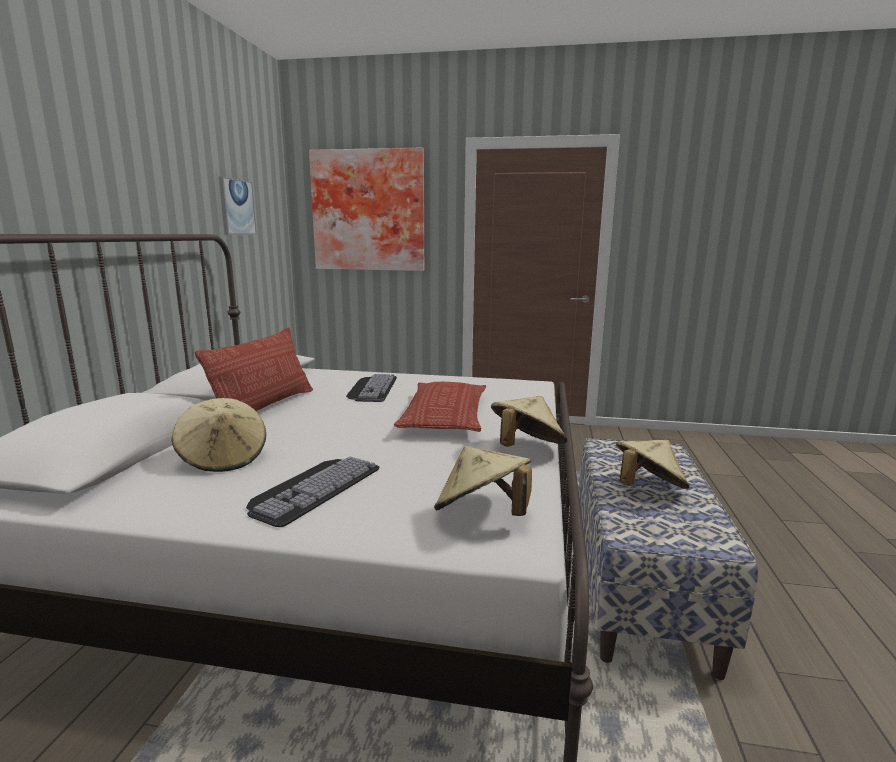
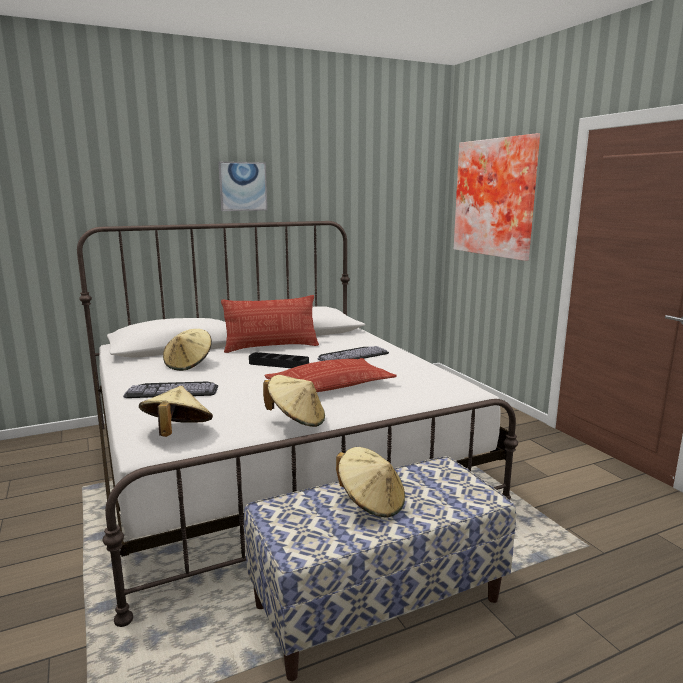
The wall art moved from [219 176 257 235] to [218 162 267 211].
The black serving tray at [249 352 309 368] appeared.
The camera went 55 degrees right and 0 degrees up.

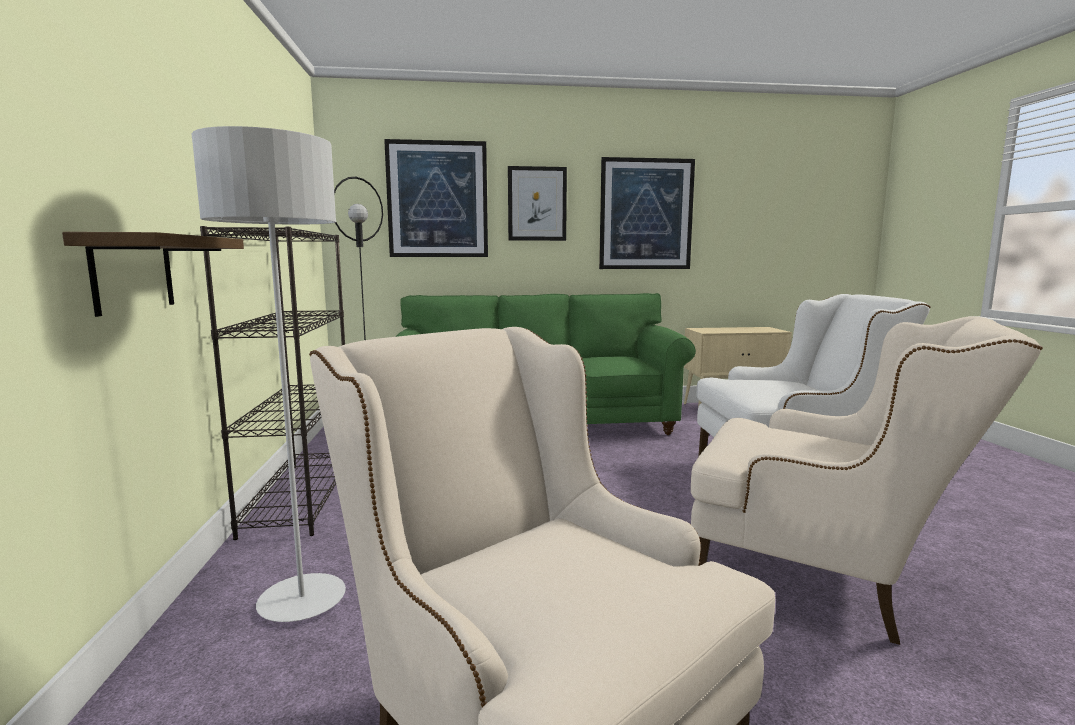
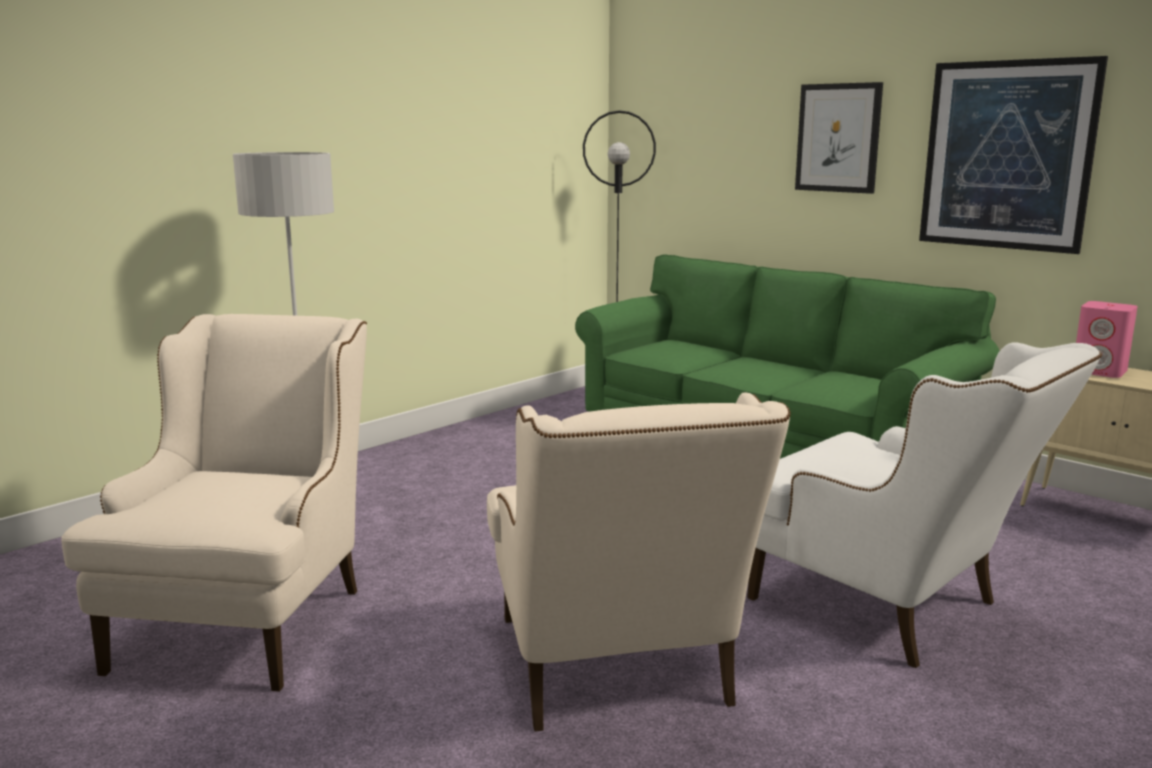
The wall art at [384 139 488 257] disappeared.
The black bookshelf at [200 226 345 540] disappeared.
The wall shelf at [62 232 244 317] disappeared.
The pink loudspeaker at [1076 301 1138 378] appeared.
The camera went 50 degrees right and 5 degrees up.

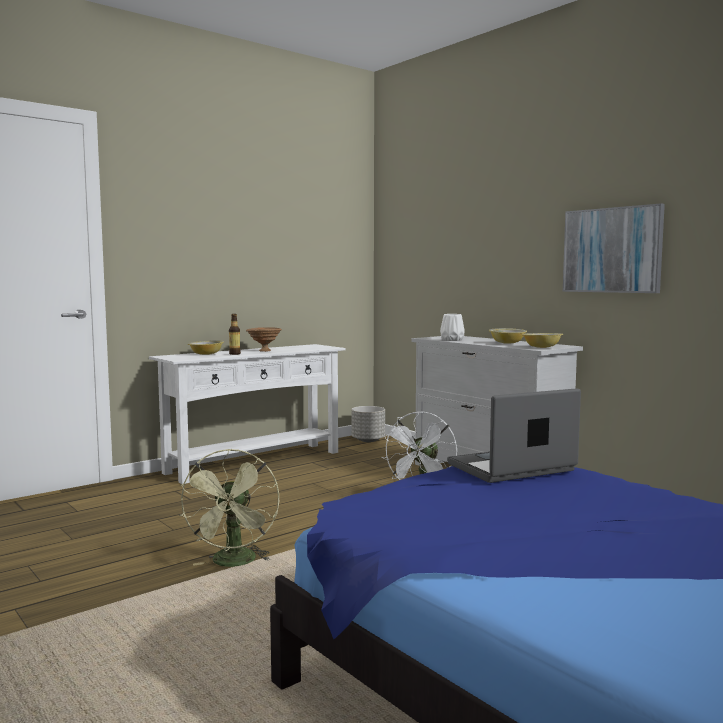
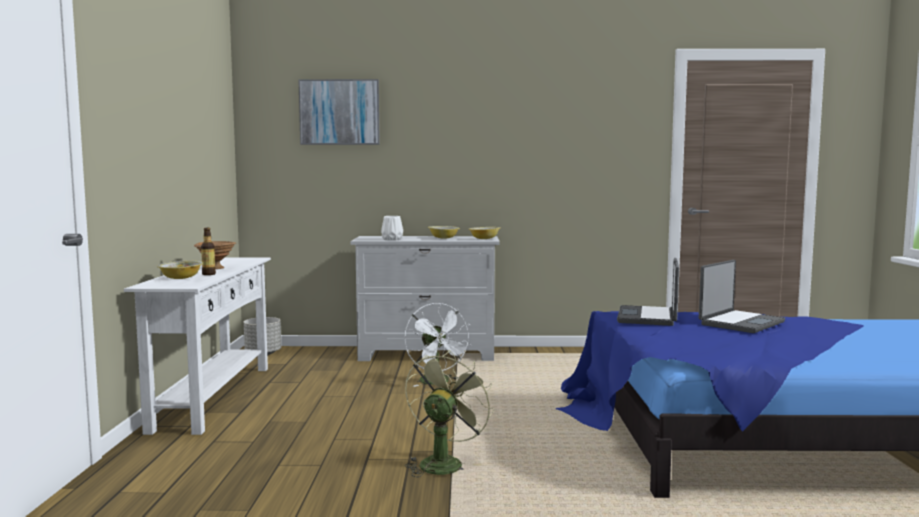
The wall art moved from [563 203 665 293] to [298 79 380 145].
The green electric fan at [179 449 279 567] turned 105 degrees counterclockwise.
The portable computer at [699 260 785 333] appeared.
The camera went 50 degrees left and 0 degrees up.

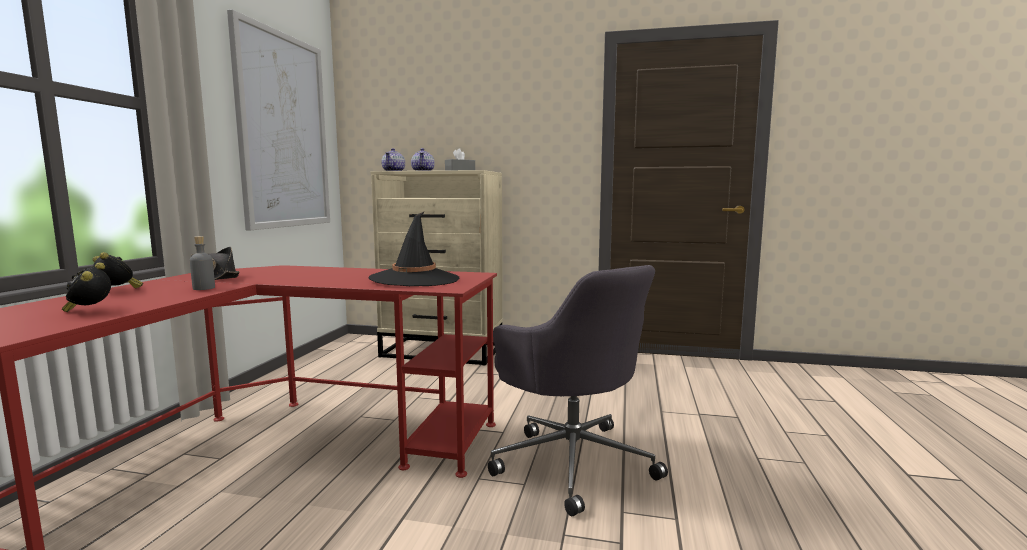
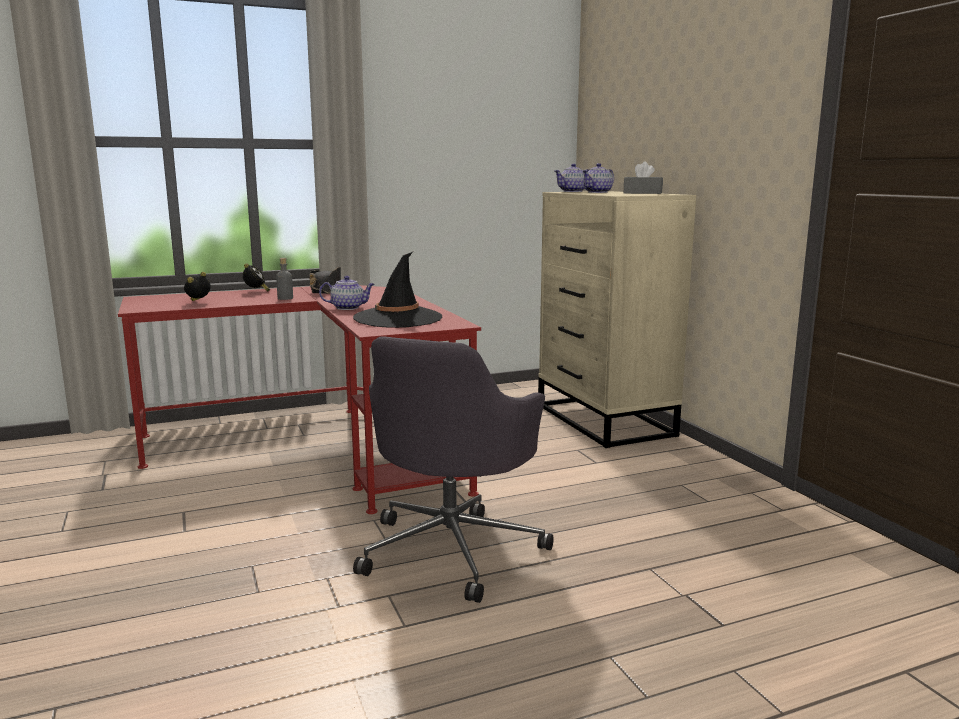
The wall art at [227 9 330 230] disappeared.
The tea pot at [319 276 374 310] appeared.
The camera went 55 degrees right and 5 degrees up.

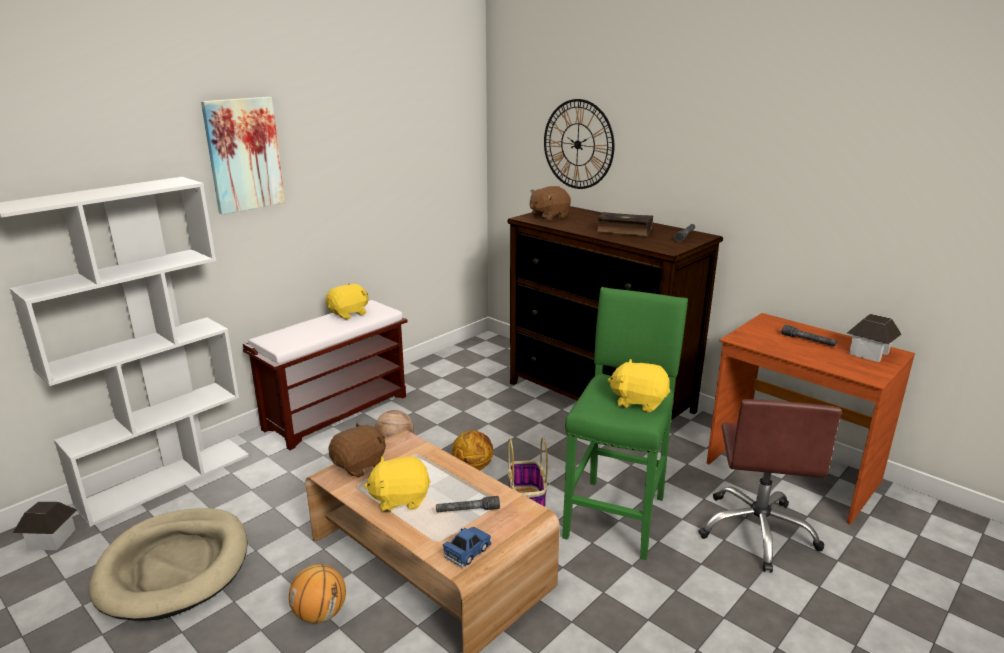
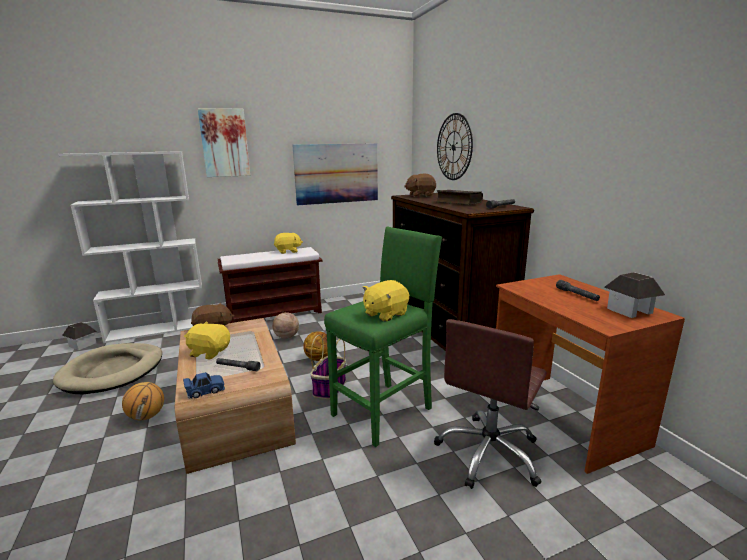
The yellowish soft toy at [608 359 670 412] turned 90 degrees counterclockwise.
The wall art at [292 143 378 206] appeared.
The camera went 25 degrees right and 5 degrees down.

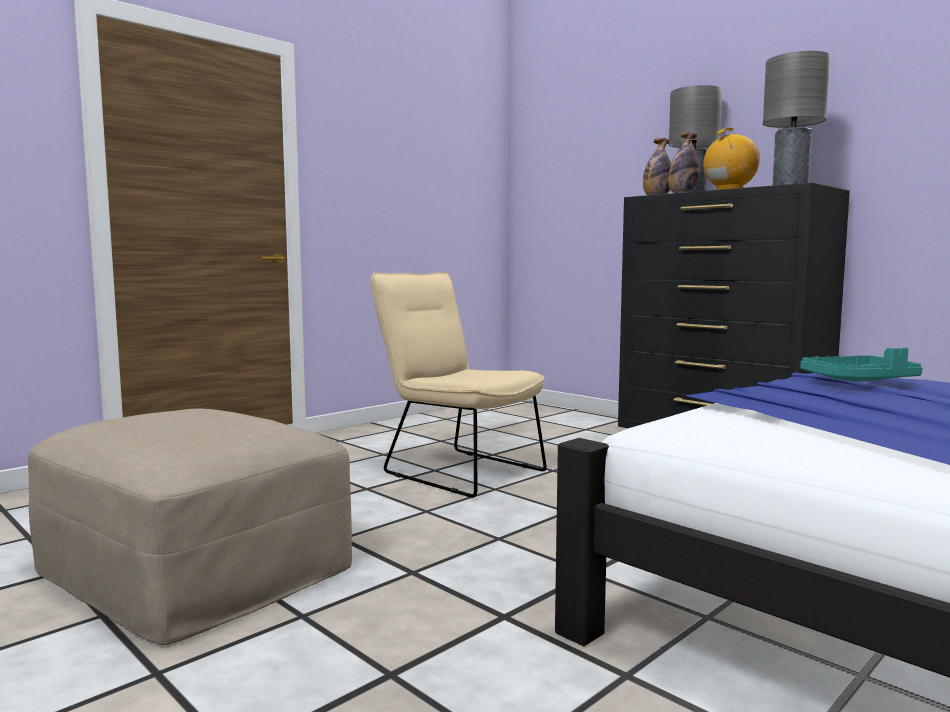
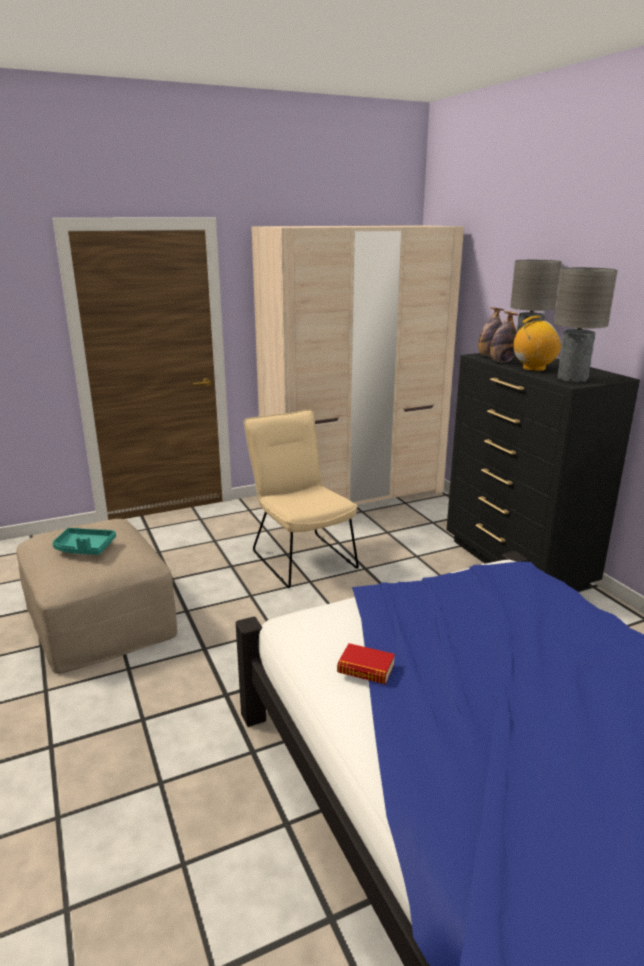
The turquoise-coloured serving tray moved from [800 348 923 381] to [52 528 116 555].
The sand-coloured clothes cupboard at [252 225 464 505] appeared.
The book at [337 643 395 685] appeared.
The camera went 20 degrees right and 15 degrees up.

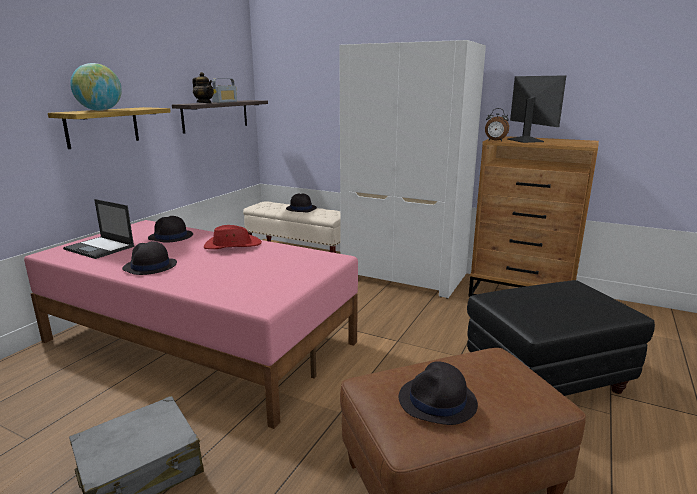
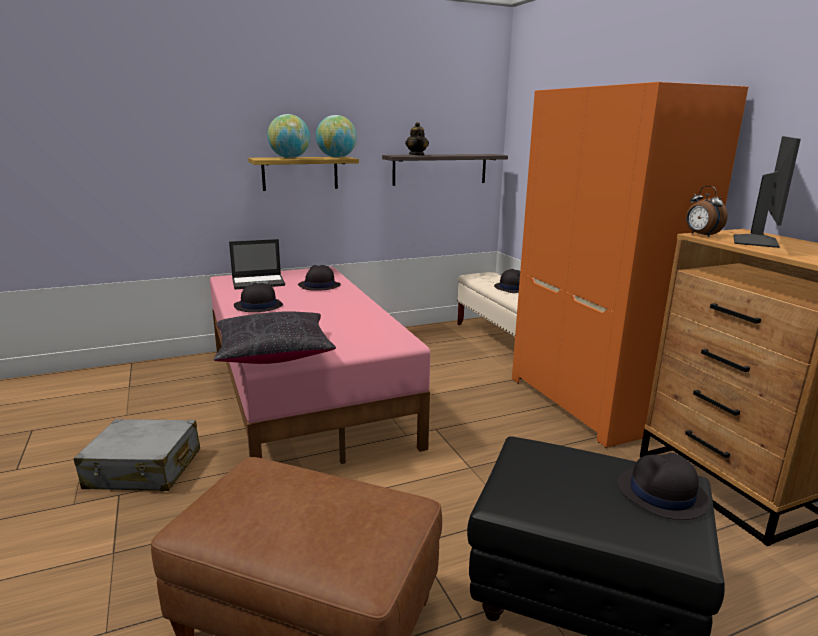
The white clothes cupboard at [339 40 486 299] became the orange clothes cupboard at [512 82 748 448].
The radio receiver at [212 78 237 103] disappeared.
The portable computer at [63 199 134 259] turned 90 degrees counterclockwise.
The reddish wearable hat at [204 225 262 249] disappeared.
The black wearable hat moved from [399 361 478 425] to [618 453 710 520].
The globe at [316 115 357 158] appeared.
The black throw pillow at [214 311 336 364] appeared.
The camera went 40 degrees right and 0 degrees up.

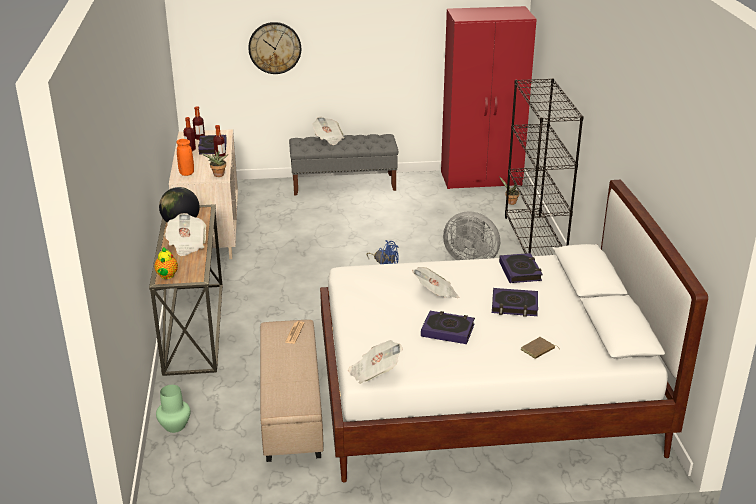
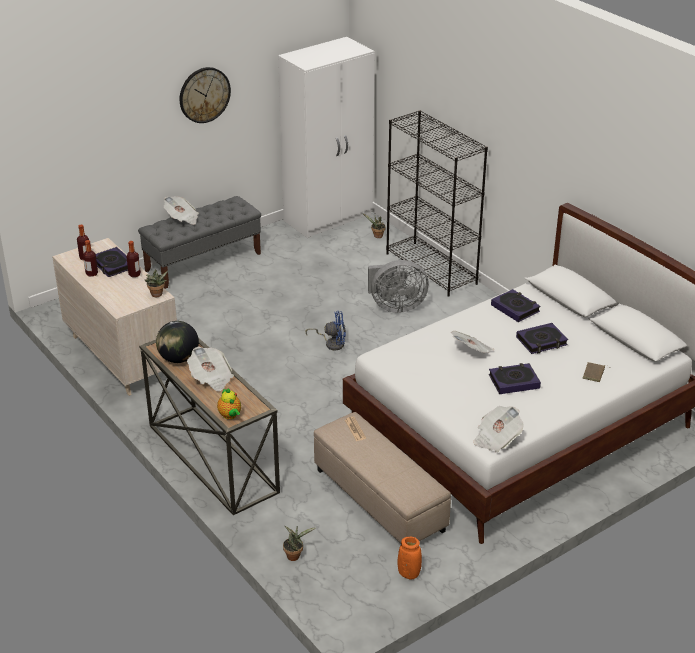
The reddish clothes cupboard at [441 6 537 189] became the white clothes cupboard at [278 37 375 238].
The hanging clock moved from [248 22 301 74] to [180 67 231 123].
The orange flower vase moved from [176 139 194 176] to [397 537 422 579].
The green flower vase at [156 385 191 433] was replaced by the houseplant at [283 526 316 561].
The camera went 30 degrees left and 5 degrees up.

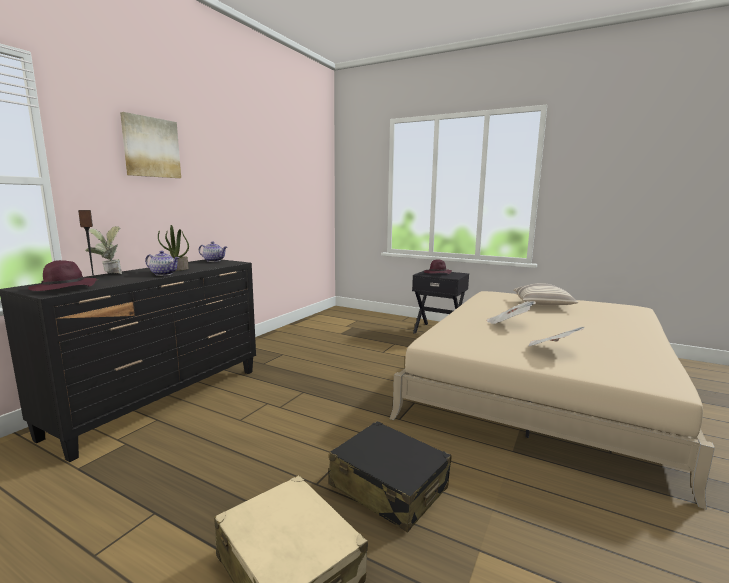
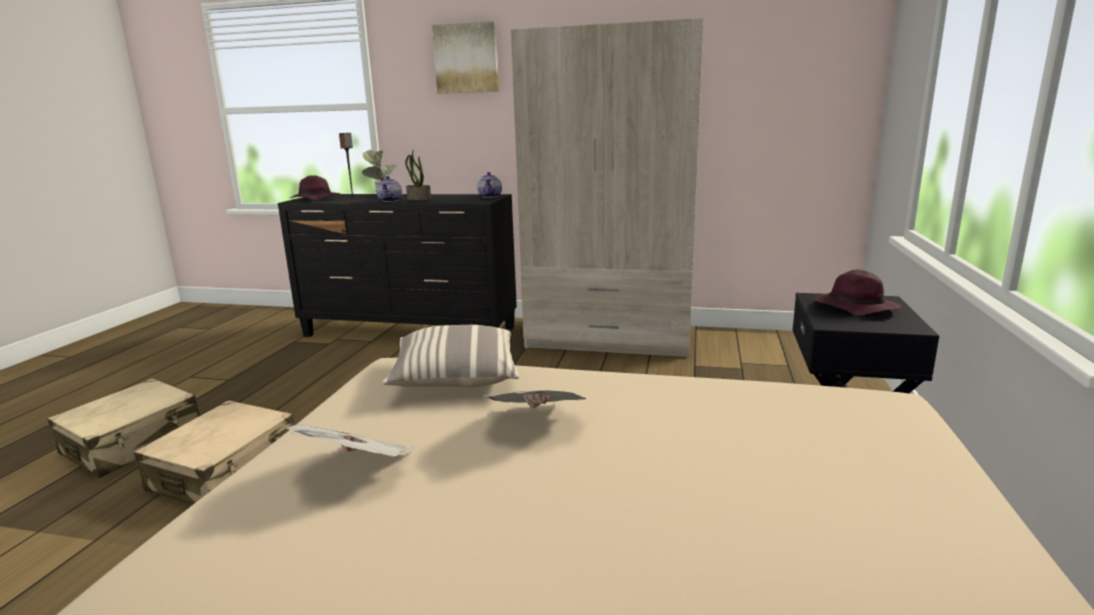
The throw pillow moved from [513 283 579 305] to [382 325 519 387].
The black piece of luggage at [329 421 451 533] became the sand-coloured piece of luggage at [134 400 295 505].
The sand-coloured clothes cupboard at [511 18 703 358] appeared.
The camera went 75 degrees right and 5 degrees up.

